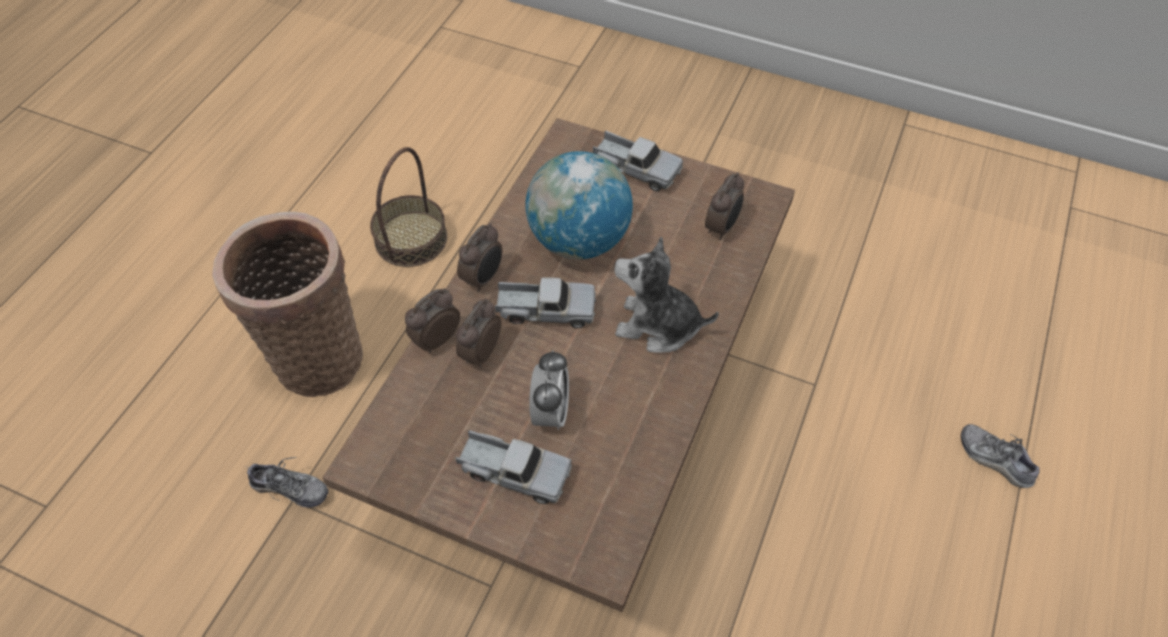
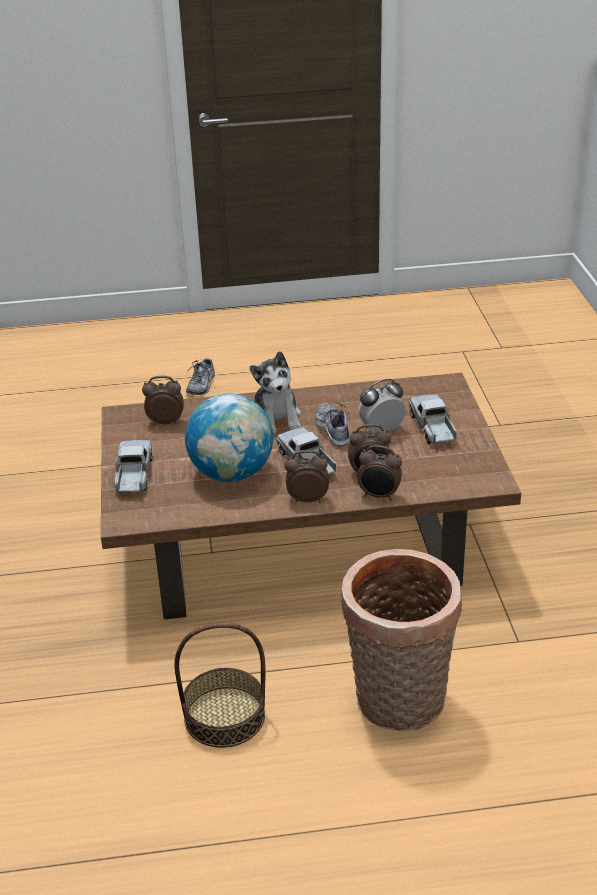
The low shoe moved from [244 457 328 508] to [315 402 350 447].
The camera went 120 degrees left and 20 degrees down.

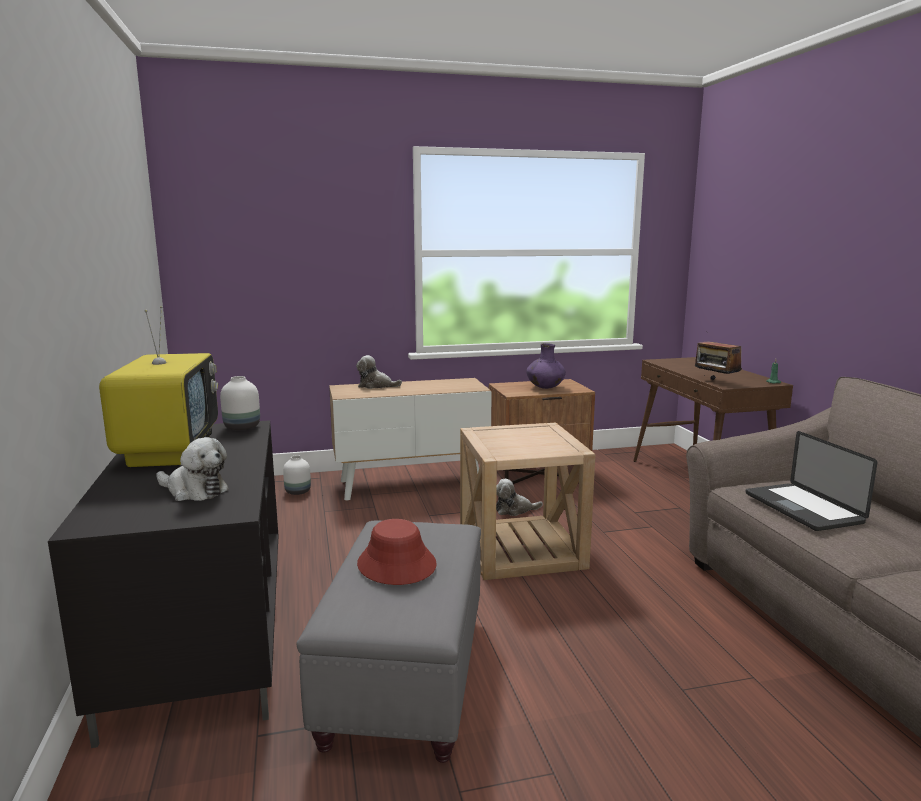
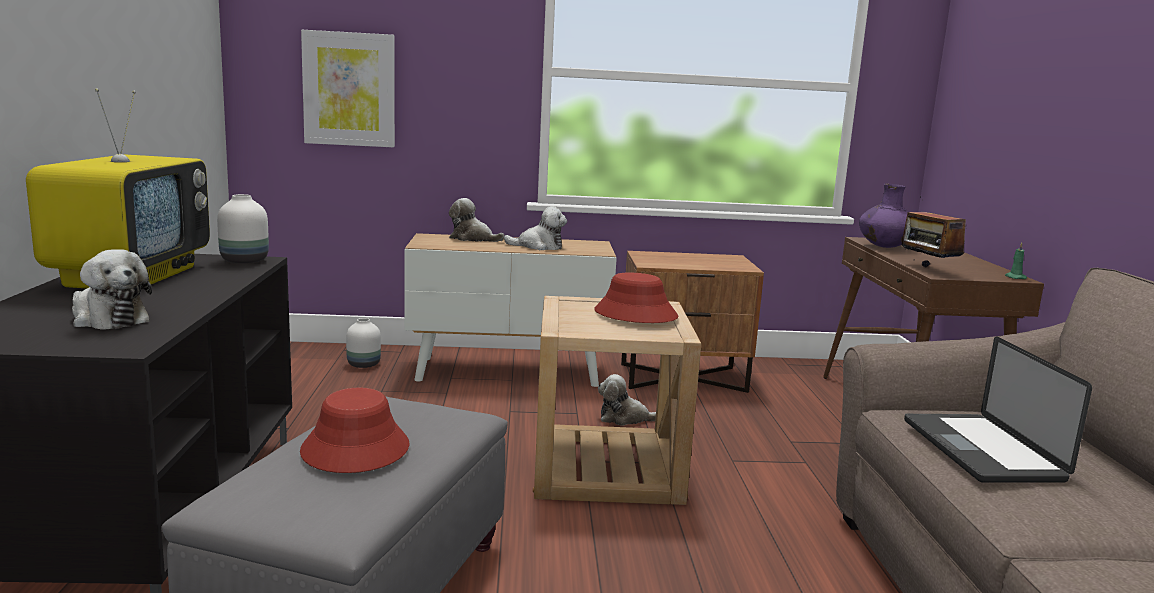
The purple flower vase moved from [526 343 566 389] to [859 184 908 248].
The wall art at [301 30 395 147] appeared.
The soft toy at [504 206 567 250] appeared.
The reddish wearable hat at [594 273 678 323] appeared.
The camera went 10 degrees right and 0 degrees up.

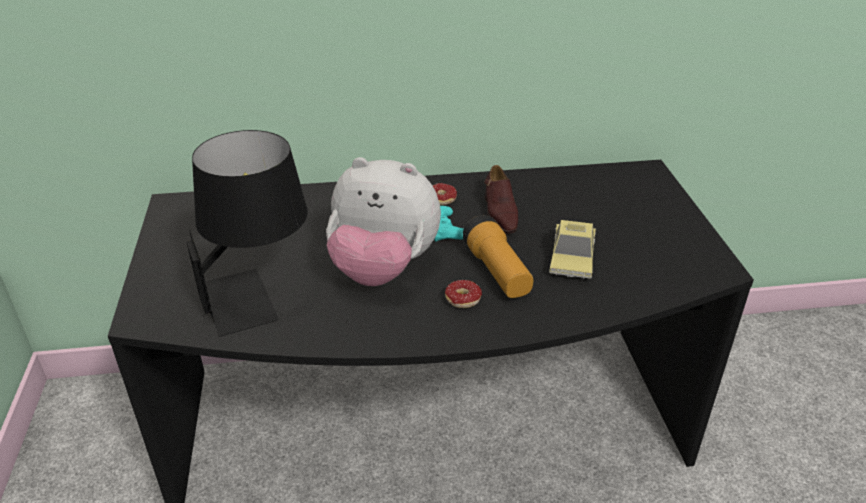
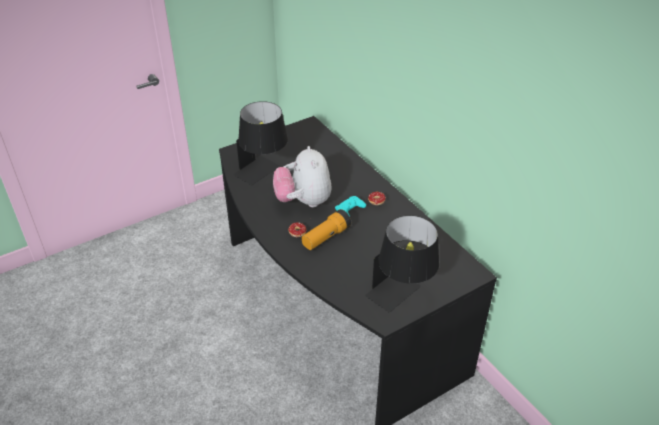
The brownish low shoe at [484 165 518 233] disappeared.
The toy car at [549 220 596 279] disappeared.
The black tabletop lamp at [365 215 439 312] appeared.
The camera went 65 degrees right and 5 degrees up.

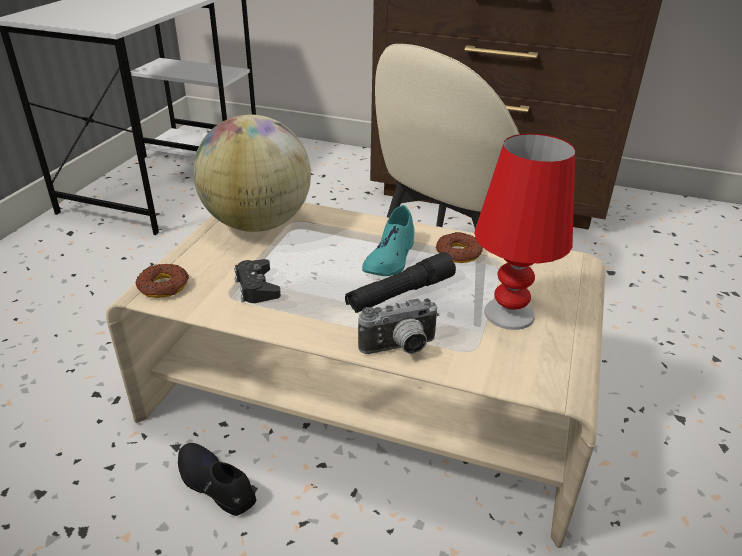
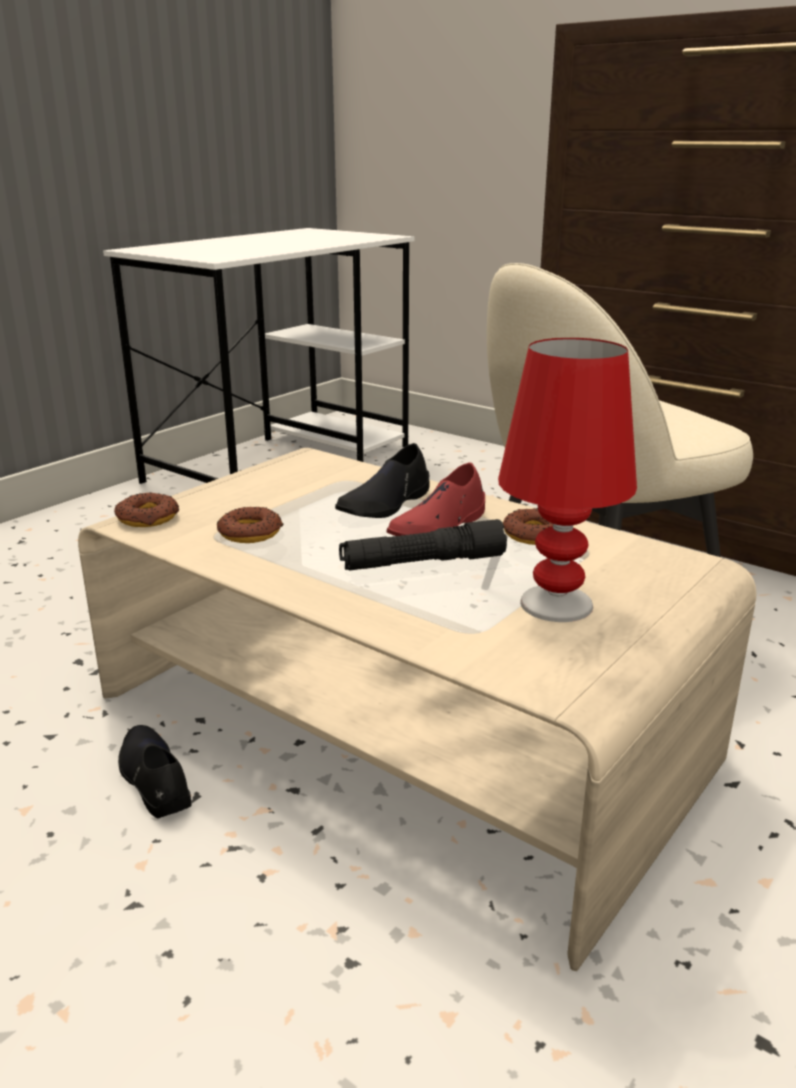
The globe at [193 115 311 232] disappeared.
The turquoise-coloured low shoe at [362 205 414 276] became the reddish low shoe at [386 462 485 536].
The black game controller at [234 259 281 303] was replaced by the donut at [217 506 283 543].
The still camera at [358 298 439 354] disappeared.
The black low shoe at [335 443 429 518] appeared.
The camera went 20 degrees right and 10 degrees down.

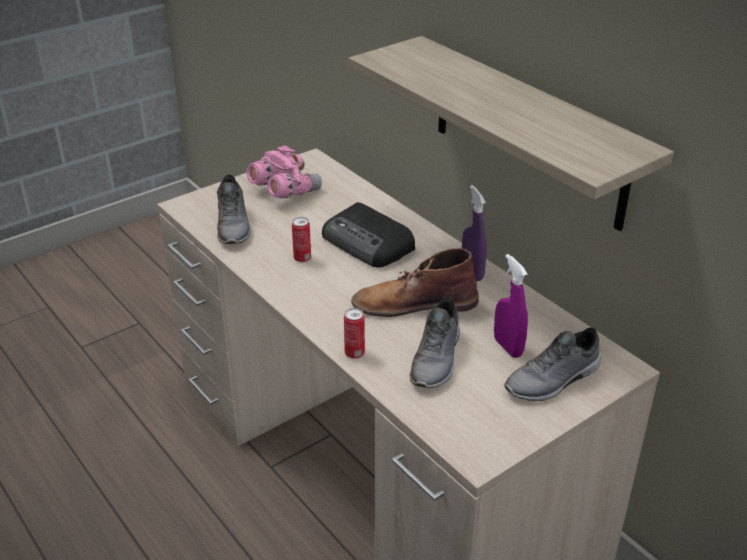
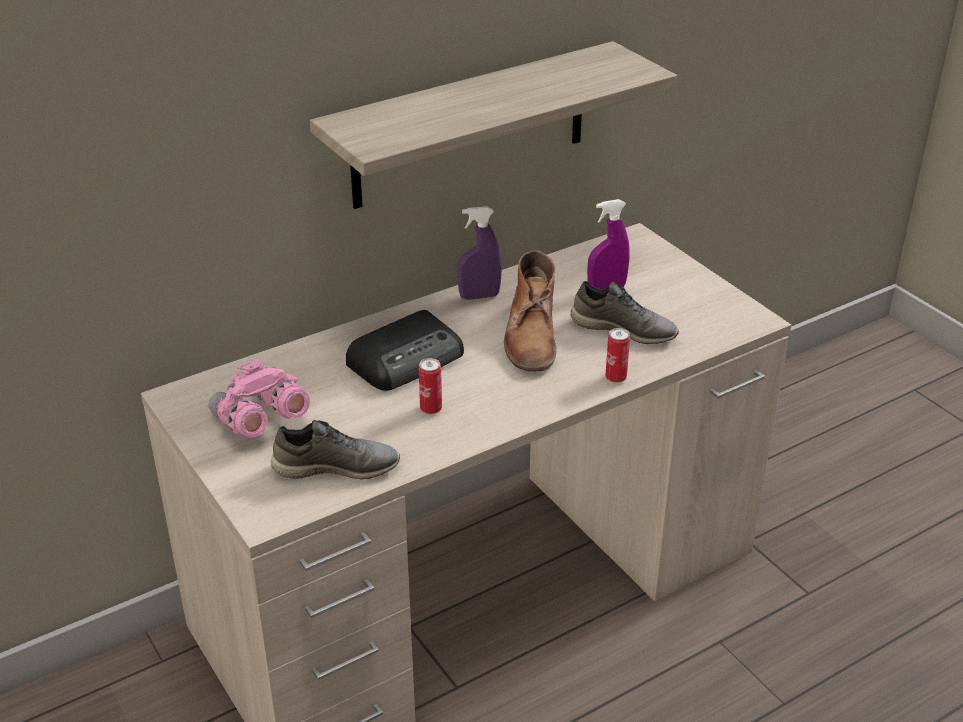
The grey low shoe at [504 327 601 401] disappeared.
The camera went 85 degrees left and 0 degrees up.

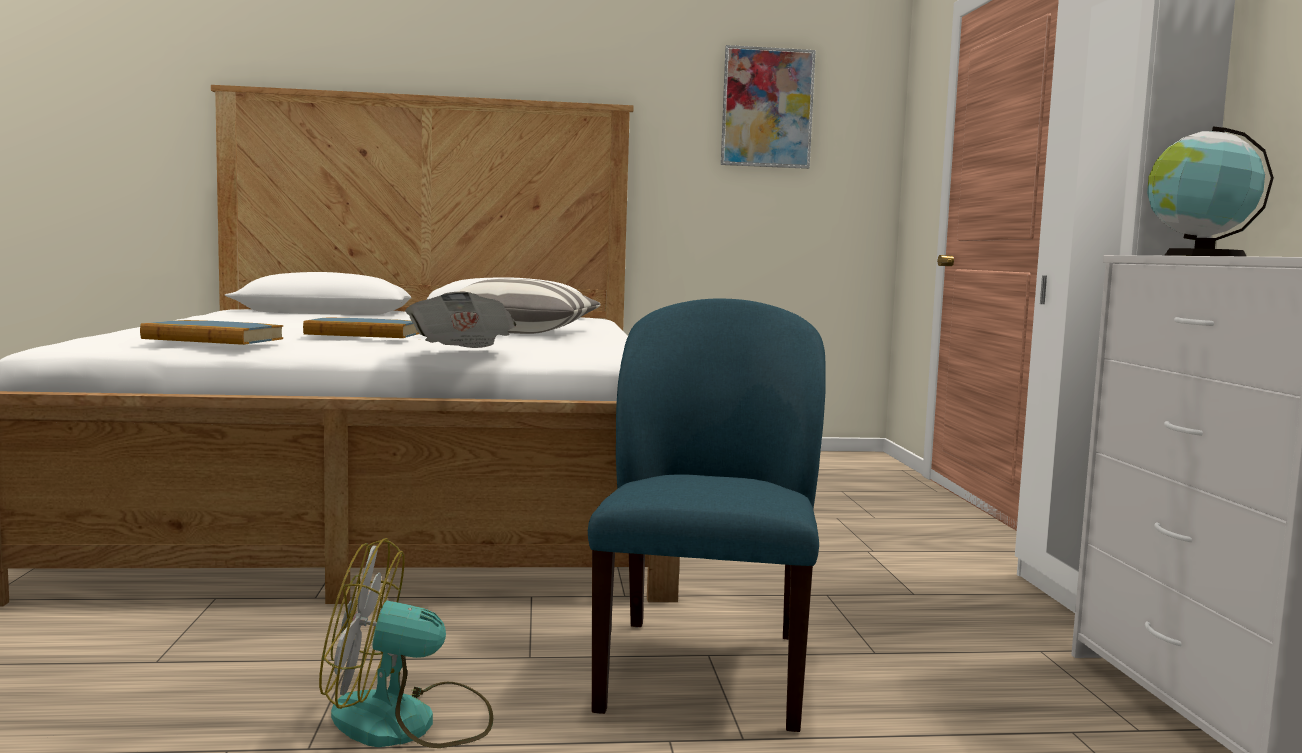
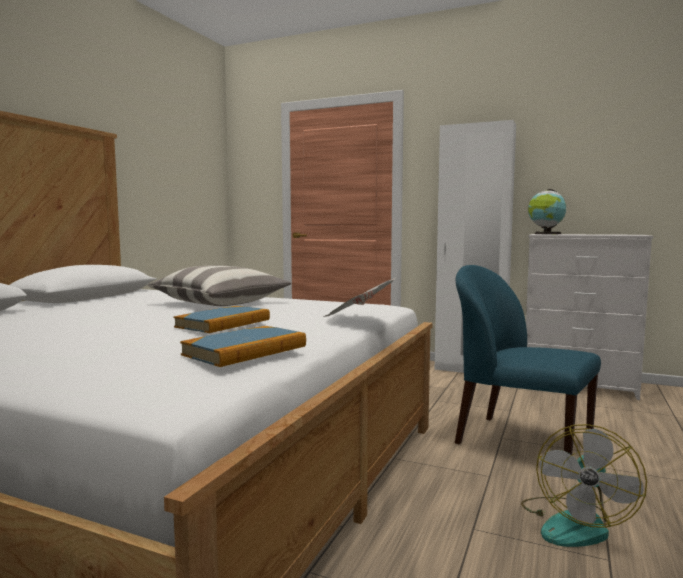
The wall art at [721 45 816 169] disappeared.
The camera went 60 degrees left and 0 degrees up.

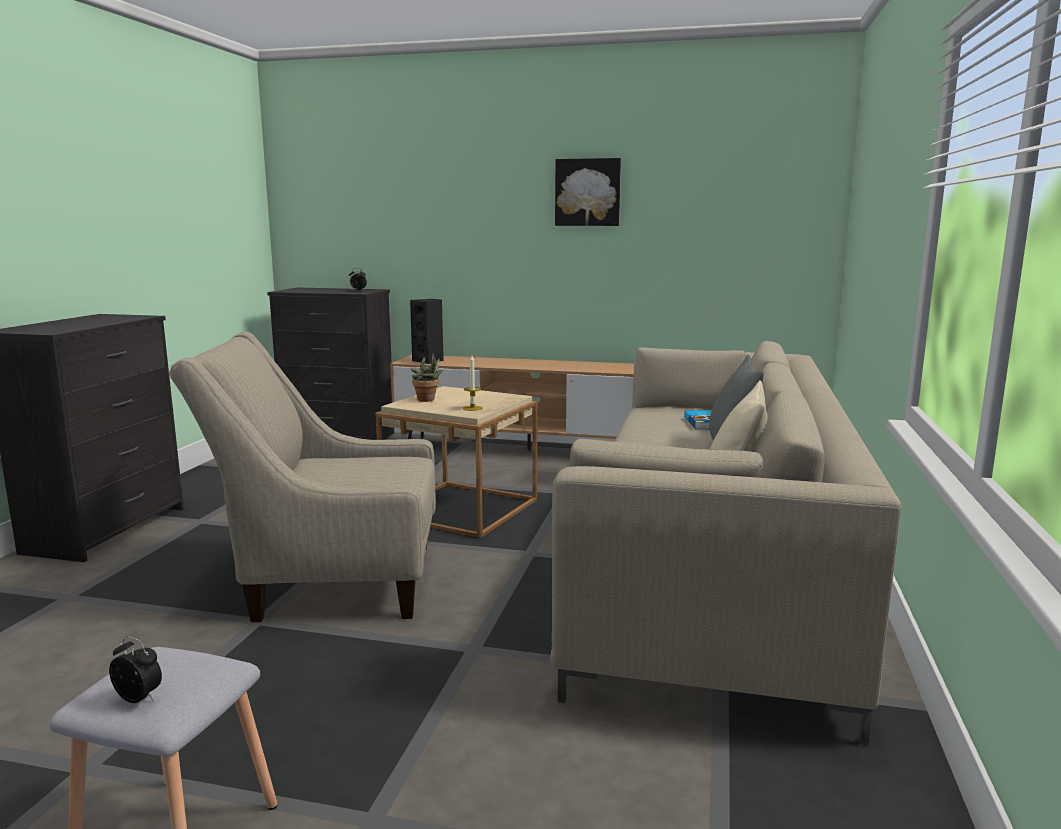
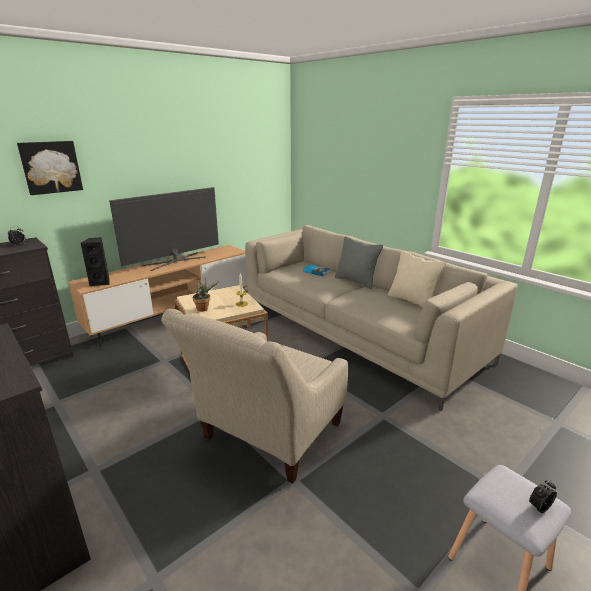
The wall art moved from [555 158 621 226] to [17 141 83 195].
The TV set at [109 187 219 271] appeared.
The camera went 55 degrees left and 10 degrees up.

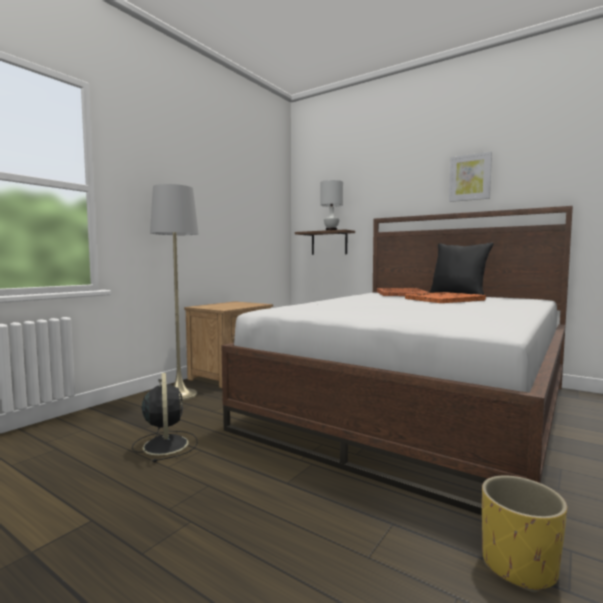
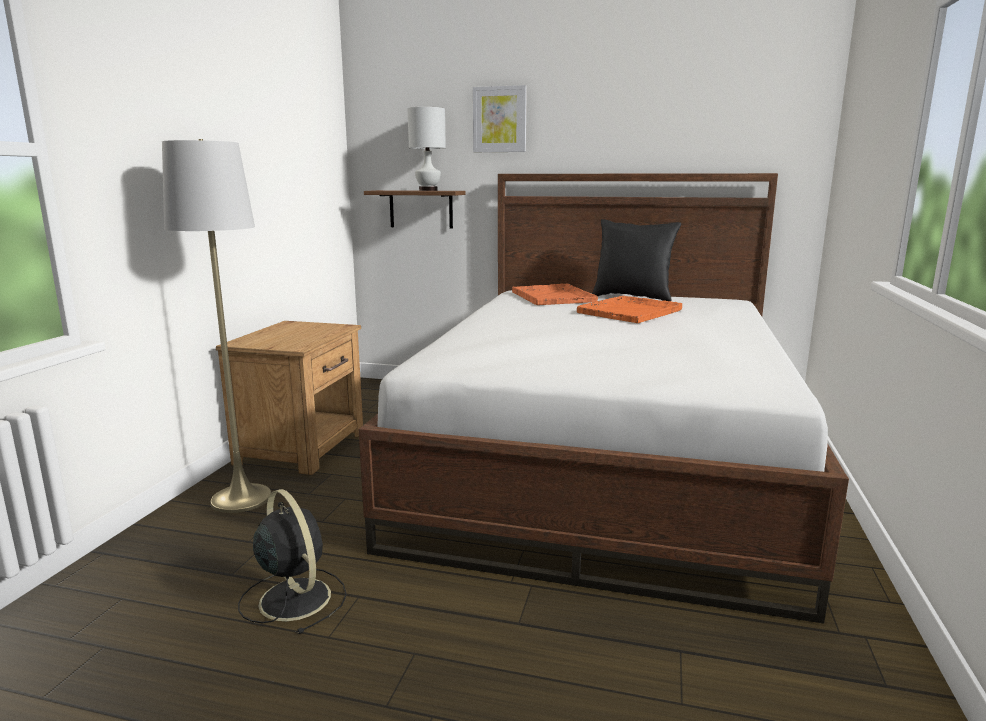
The wall art moved from [449 152 492 202] to [473 85 527 152].
The yellowish flower pot at [482 475 567 592] disappeared.
The camera went 20 degrees left and 10 degrees up.

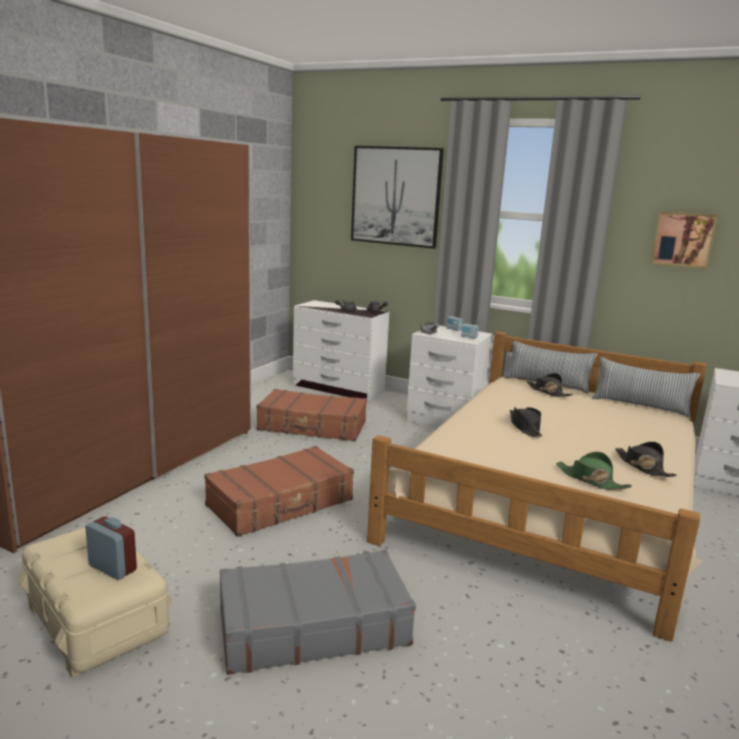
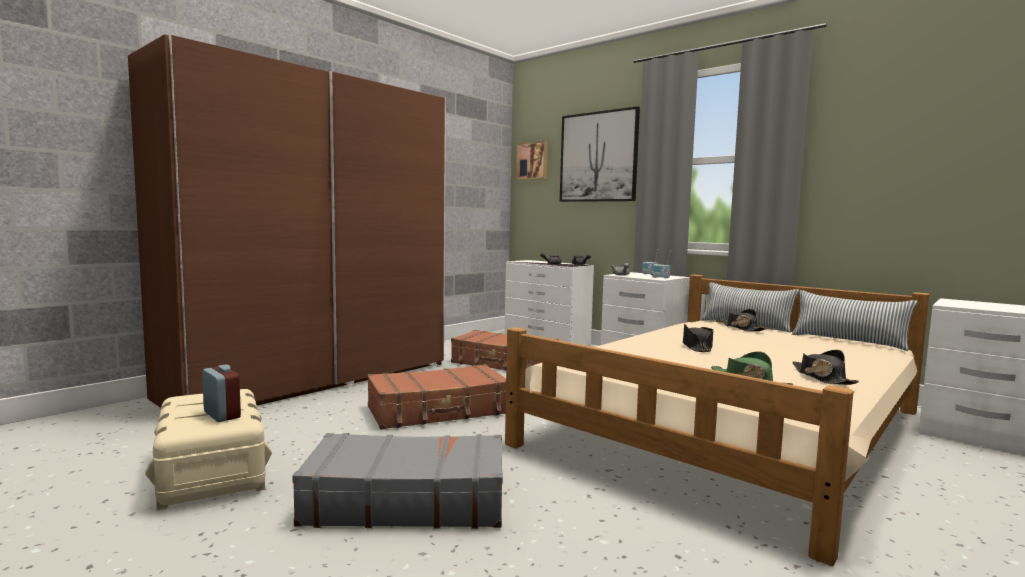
The wall art moved from [651 211 718 269] to [516 141 548 180].
The camera went 15 degrees right and 10 degrees down.

